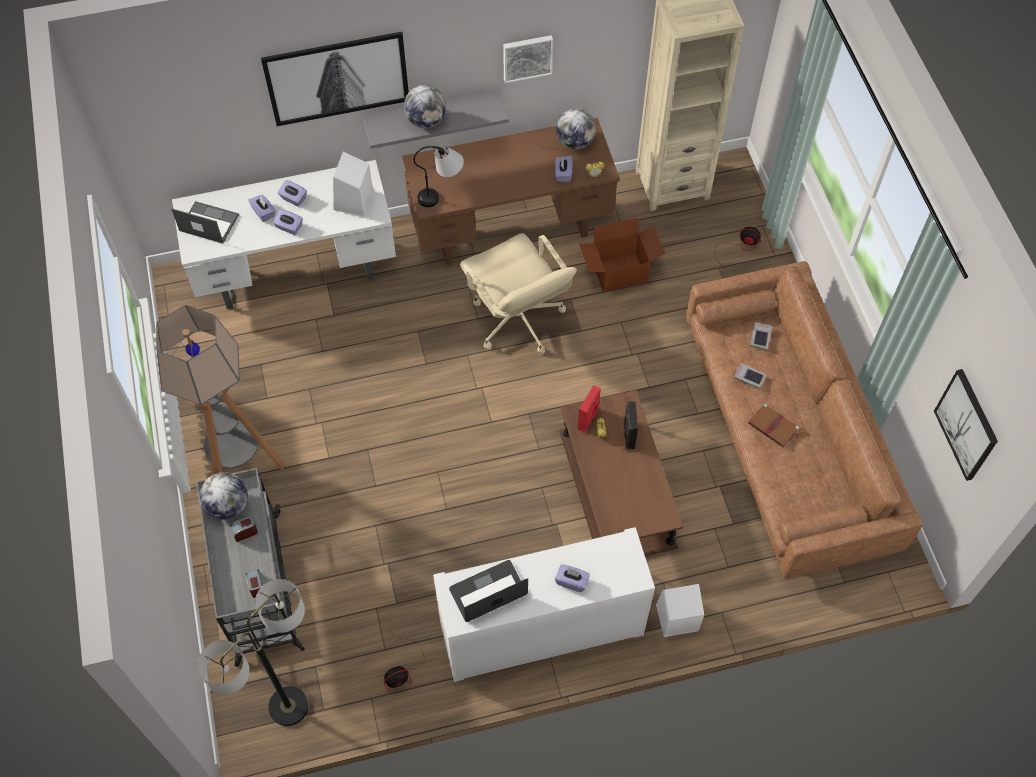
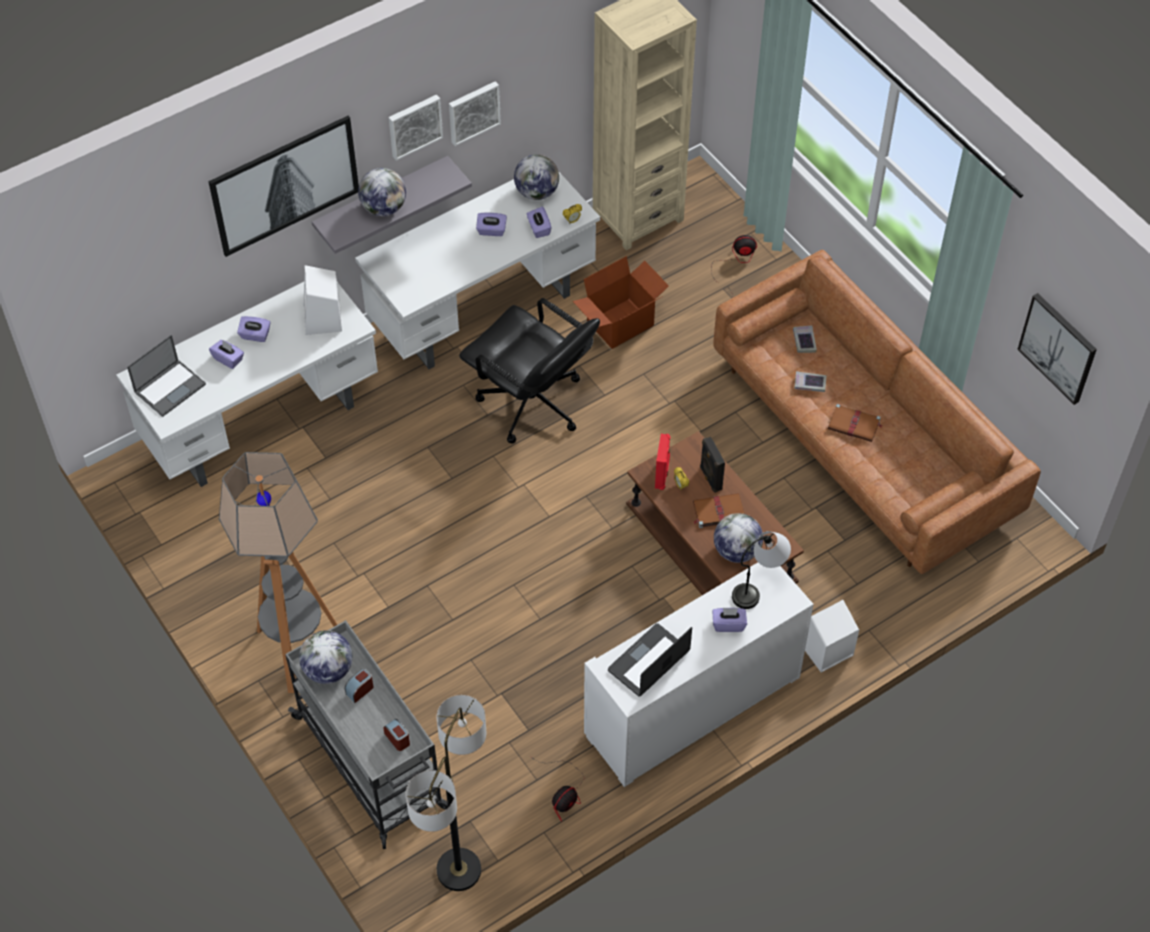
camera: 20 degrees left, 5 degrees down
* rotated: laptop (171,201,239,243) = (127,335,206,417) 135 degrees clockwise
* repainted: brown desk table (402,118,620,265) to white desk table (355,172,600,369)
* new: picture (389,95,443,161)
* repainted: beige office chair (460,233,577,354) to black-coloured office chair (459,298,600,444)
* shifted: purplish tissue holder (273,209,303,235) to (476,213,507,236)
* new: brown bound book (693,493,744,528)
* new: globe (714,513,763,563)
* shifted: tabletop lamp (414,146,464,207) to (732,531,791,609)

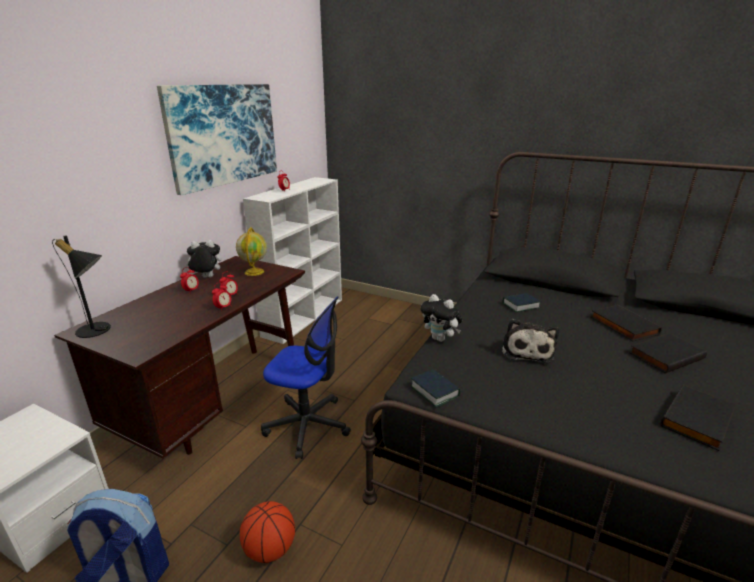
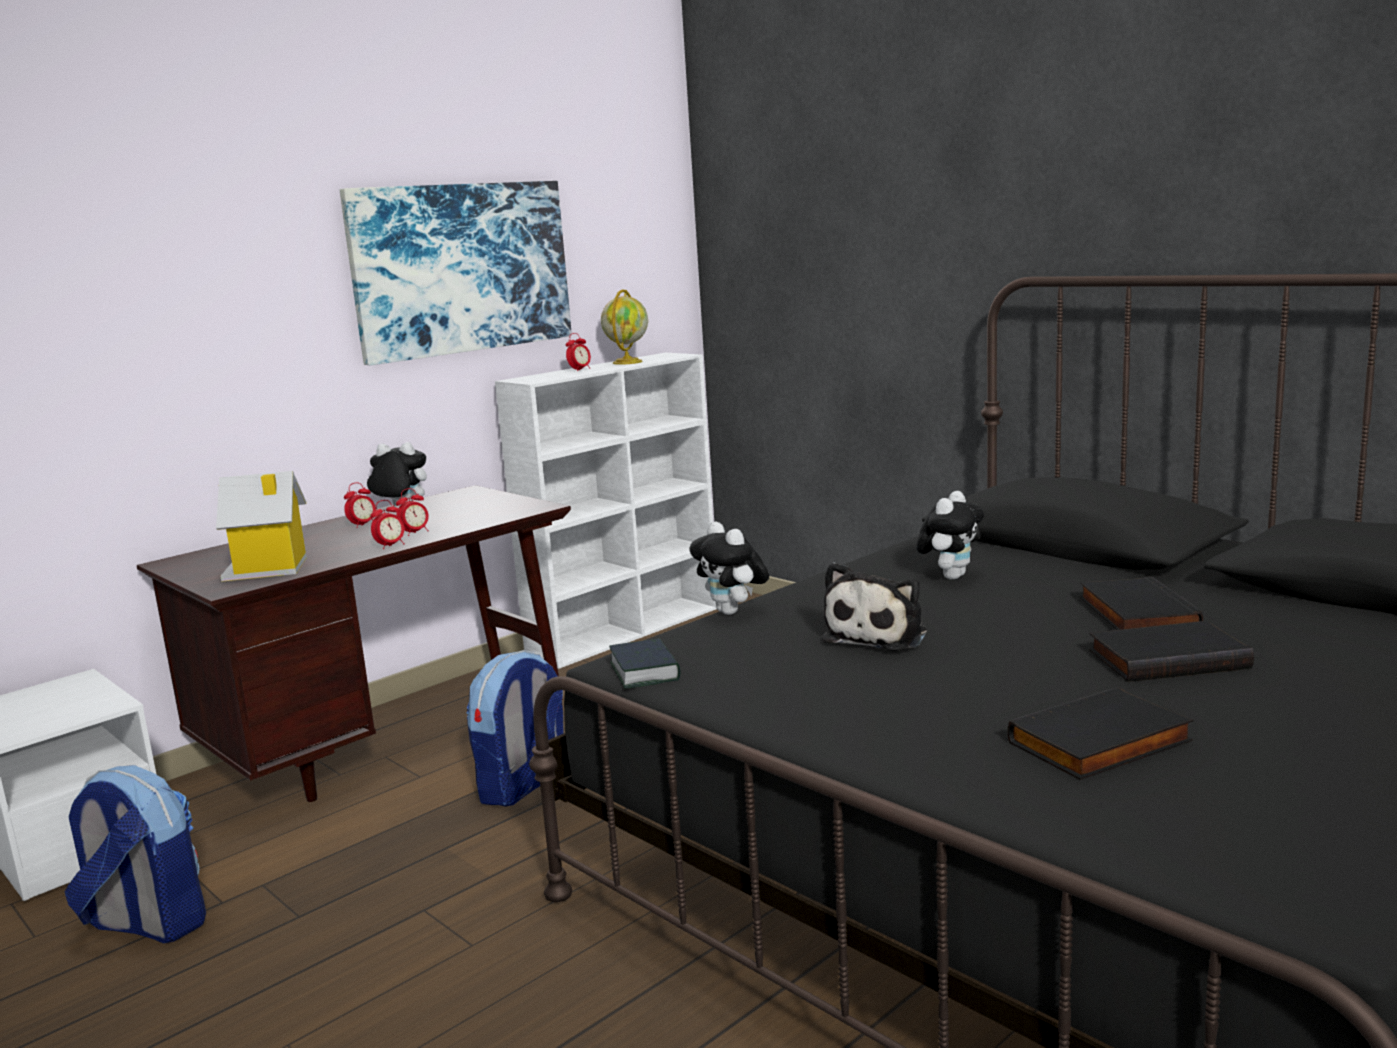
camera: 20 degrees right, 10 degrees down
* new: toy house (216,471,307,582)
* swapped: office chair (261,296,351,459) to rucksack (467,650,563,807)
* shifted: globe (236,227,267,276) to (601,289,648,365)
* swapped: bound book (503,293,541,312) to plush toy (916,491,984,580)
* gone: black-coloured tabletop lamp (52,235,111,338)
* gone: basketball (240,501,295,563)

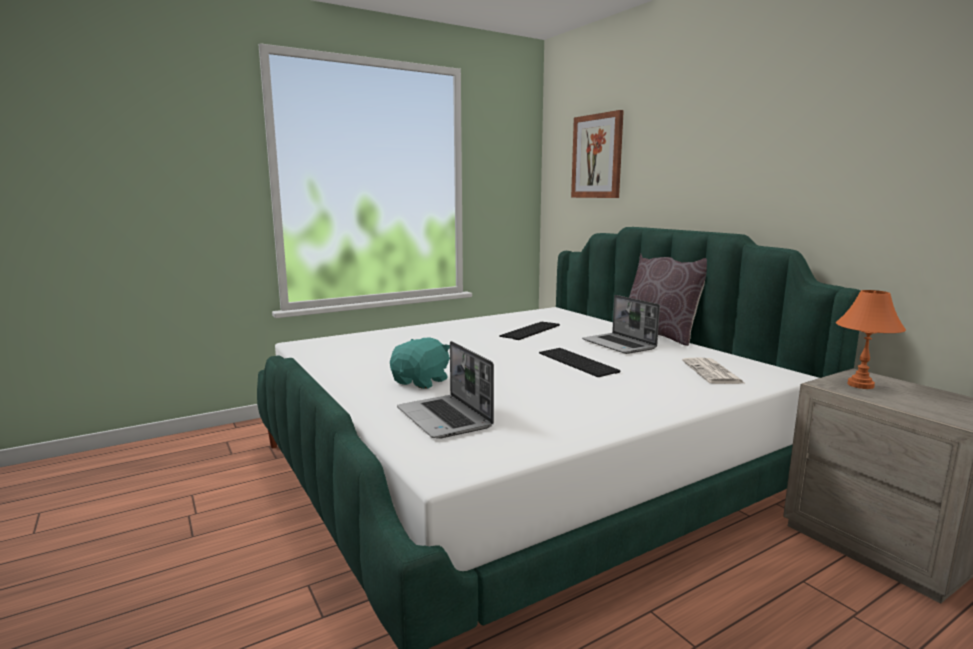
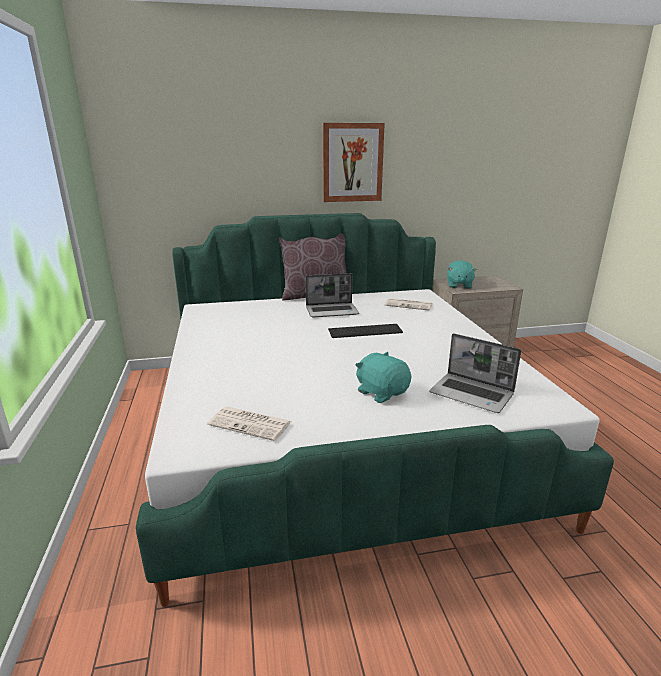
camera: 70 degrees left, 10 degrees up
* new: newspaper (207,407,291,441)
* shifted: picture (571,110,624,198) to (323,123,385,202)
* rotated: laptop (397,341,494,439) = (429,333,521,413) 45 degrees clockwise
* swapped: orange-coloured tabletop lamp (836,290,906,389) to blue-green plush toy (447,260,477,289)
* gone: PC keyboard (499,322,560,340)

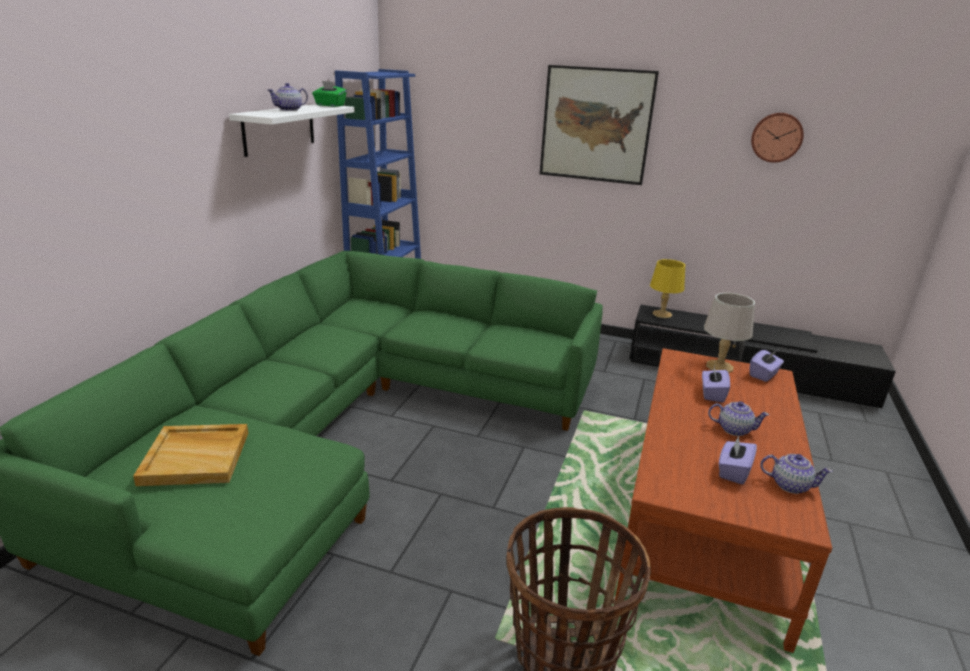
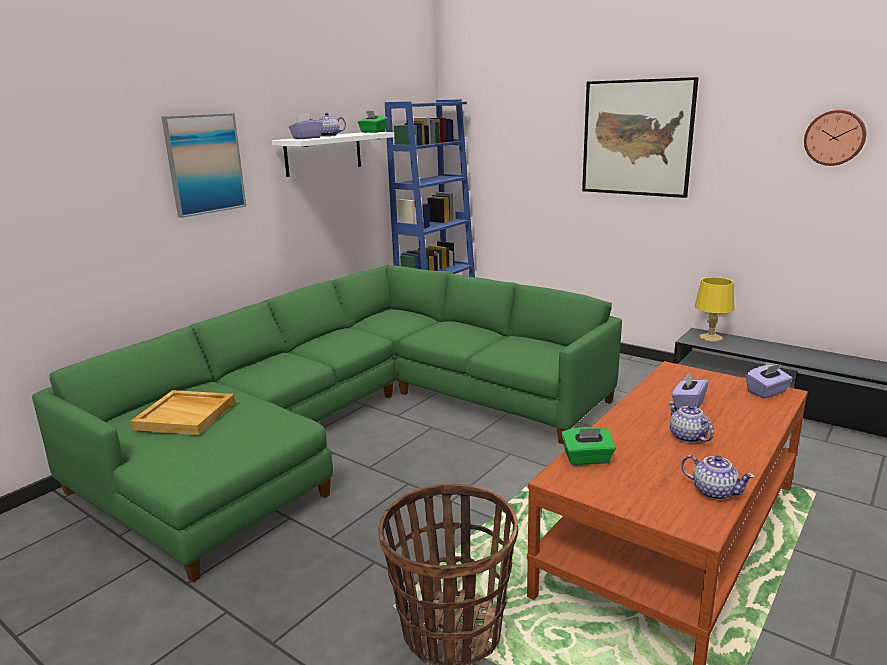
camera: 20 degrees right, 5 degrees down
* new: picture (161,113,247,218)
* shifted: purplish tissue holder (719,436,757,484) to (289,114,323,139)
* new: green-coloured tissue holder (562,427,616,465)
* rotated: pot for tea (708,401,769,436) = (668,401,714,443) 150 degrees counterclockwise
* gone: grey tabletop lamp (704,293,755,373)

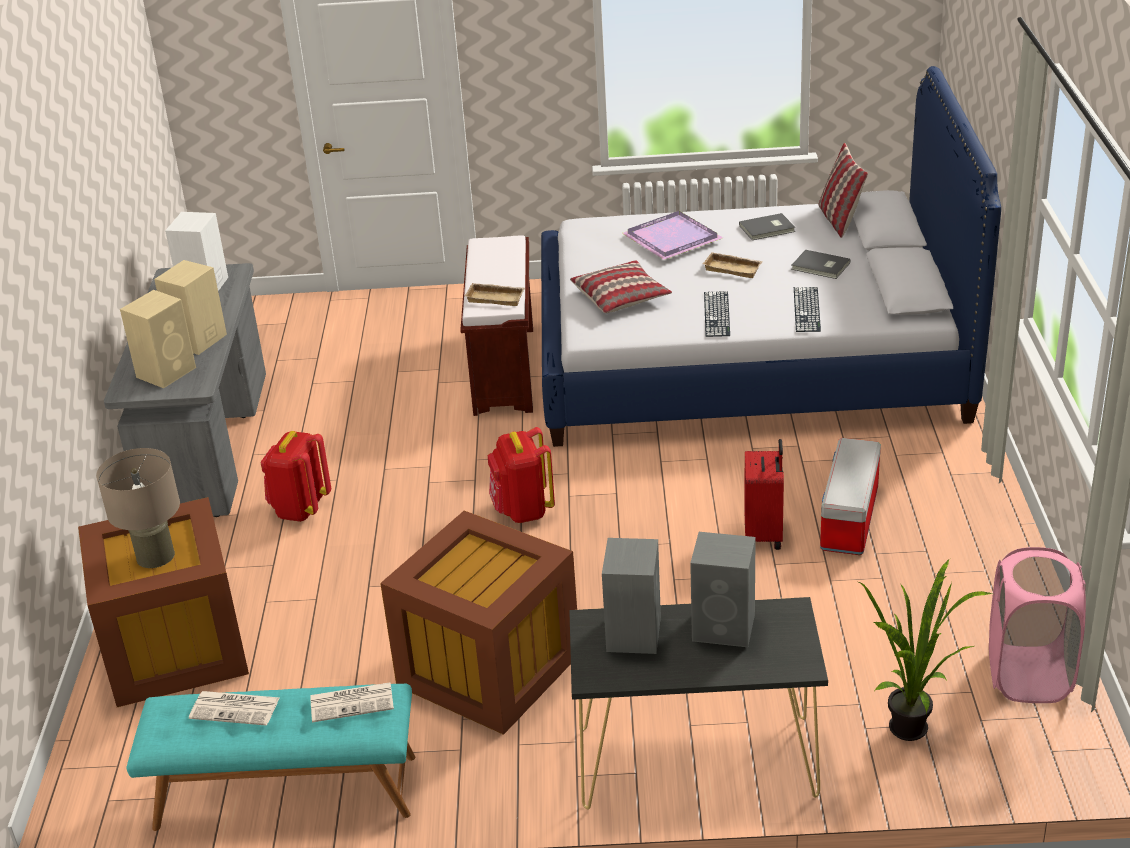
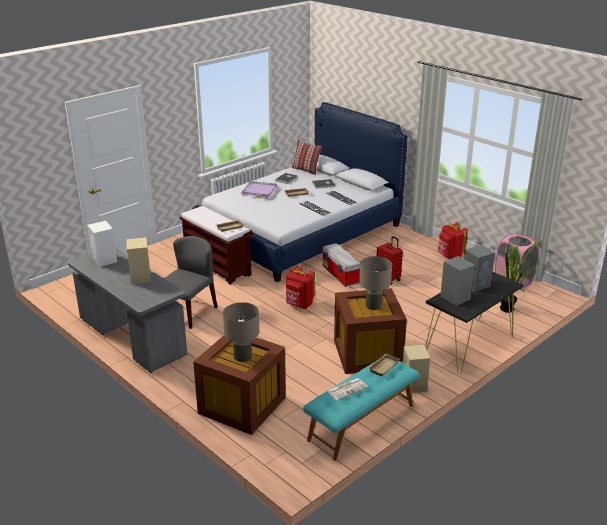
camera: 45 degrees left, 5 degrees down
* new: grey plain chair (164,236,217,329)
* shifted: storage box (820,438,881,555) to (322,243,360,287)
* new: beige tabletop lamp (359,256,392,310)
* swapped: newspaper (310,682,394,722) to beige tray (368,354,400,376)
* shifted: beige speaker (120,290,196,388) to (403,345,430,393)
* shifted: red rucksack (260,431,331,522) to (437,222,468,259)
* gone: cushion (570,260,672,313)

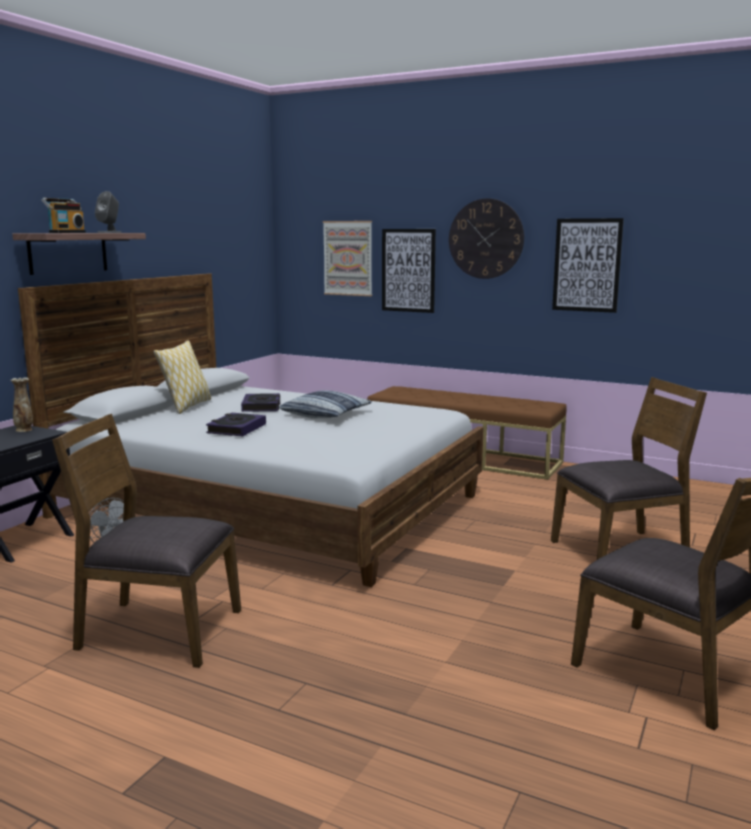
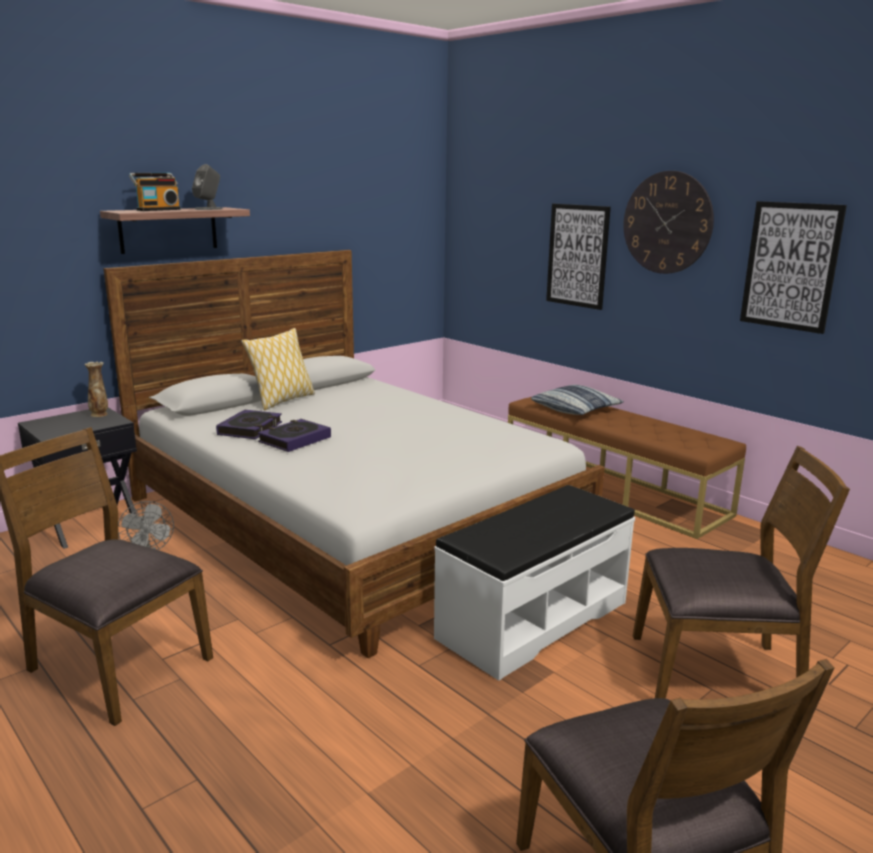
camera: 20 degrees right, 5 degrees up
* shifted: bound book (241,393,280,412) to (216,410,282,439)
* new: white long seat (434,485,635,681)
* shifted: cushion (279,391,372,418) to (531,385,624,415)
* gone: picture (323,221,372,296)

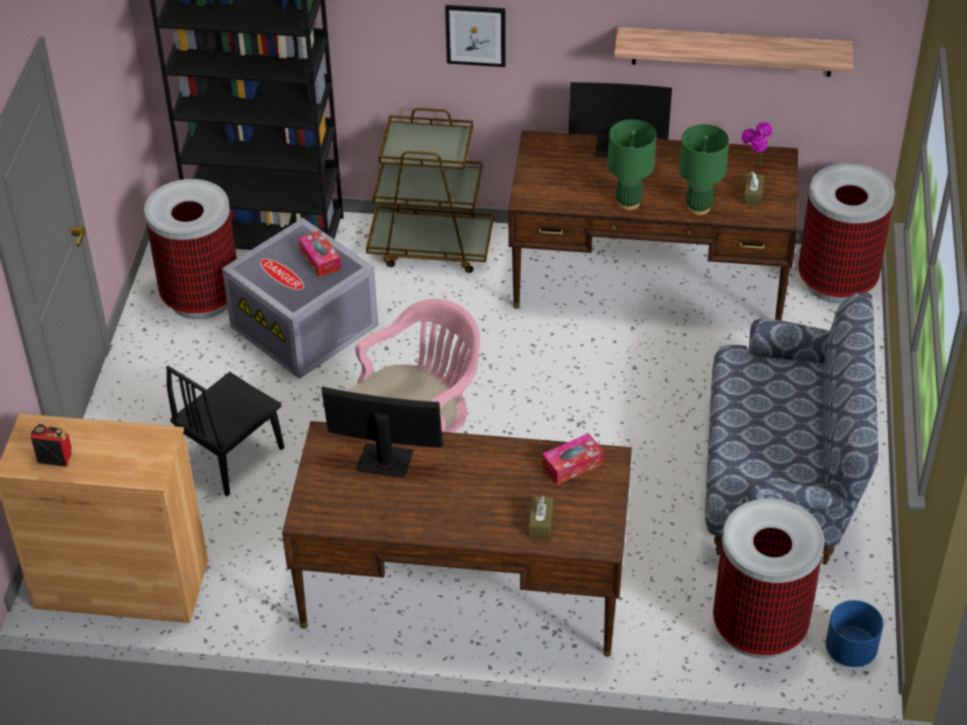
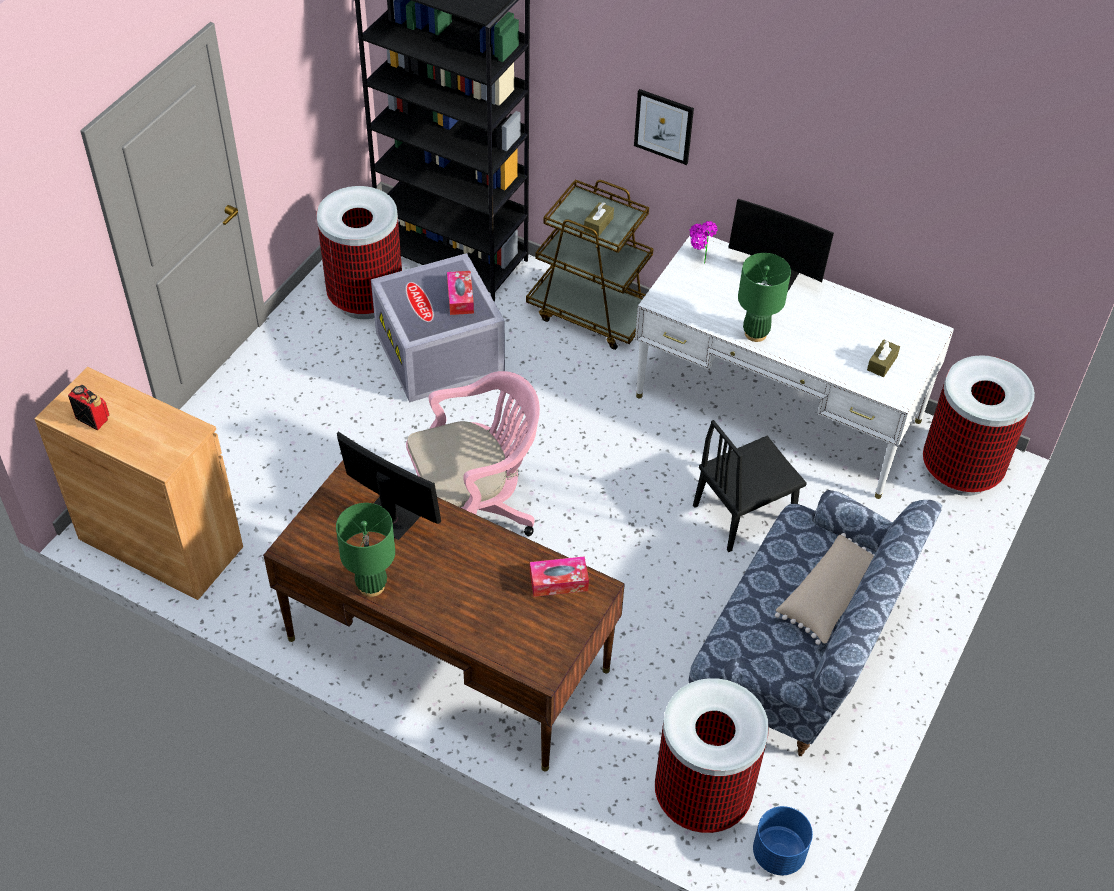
camera: 20 degrees right, 5 degrees up
* shifted: green-coloured tabletop lamp (679,124,729,215) to (336,503,395,597)
* shifted: brown tissue holder (528,496,553,538) to (584,202,614,236)
* repainted: brown desk table (508,130,798,320) to white desk table (635,233,954,499)
* shifted: houseplant (741,122,773,167) to (689,221,718,264)
* shifted: black-coloured plain chair (166,366,284,496) to (693,420,807,552)
* new: beige cushion (775,533,875,645)
* gone: bracket shelf (614,27,853,77)

